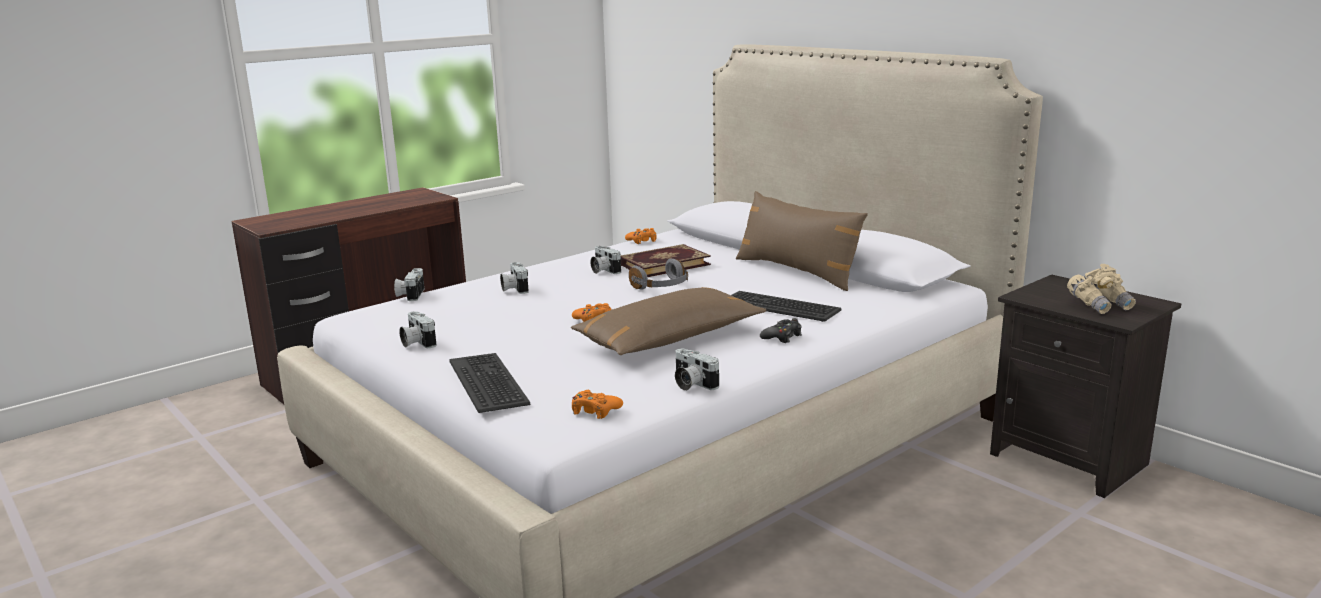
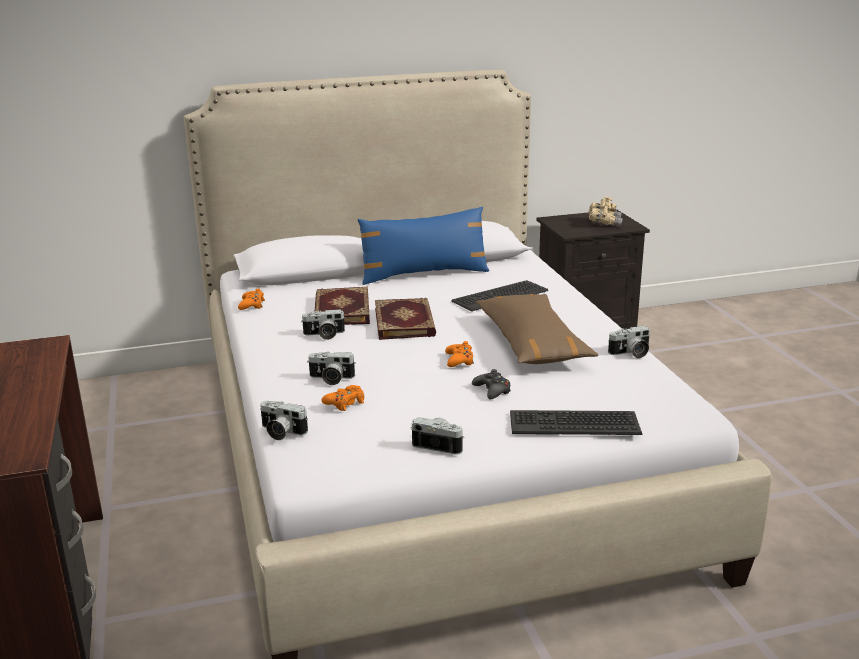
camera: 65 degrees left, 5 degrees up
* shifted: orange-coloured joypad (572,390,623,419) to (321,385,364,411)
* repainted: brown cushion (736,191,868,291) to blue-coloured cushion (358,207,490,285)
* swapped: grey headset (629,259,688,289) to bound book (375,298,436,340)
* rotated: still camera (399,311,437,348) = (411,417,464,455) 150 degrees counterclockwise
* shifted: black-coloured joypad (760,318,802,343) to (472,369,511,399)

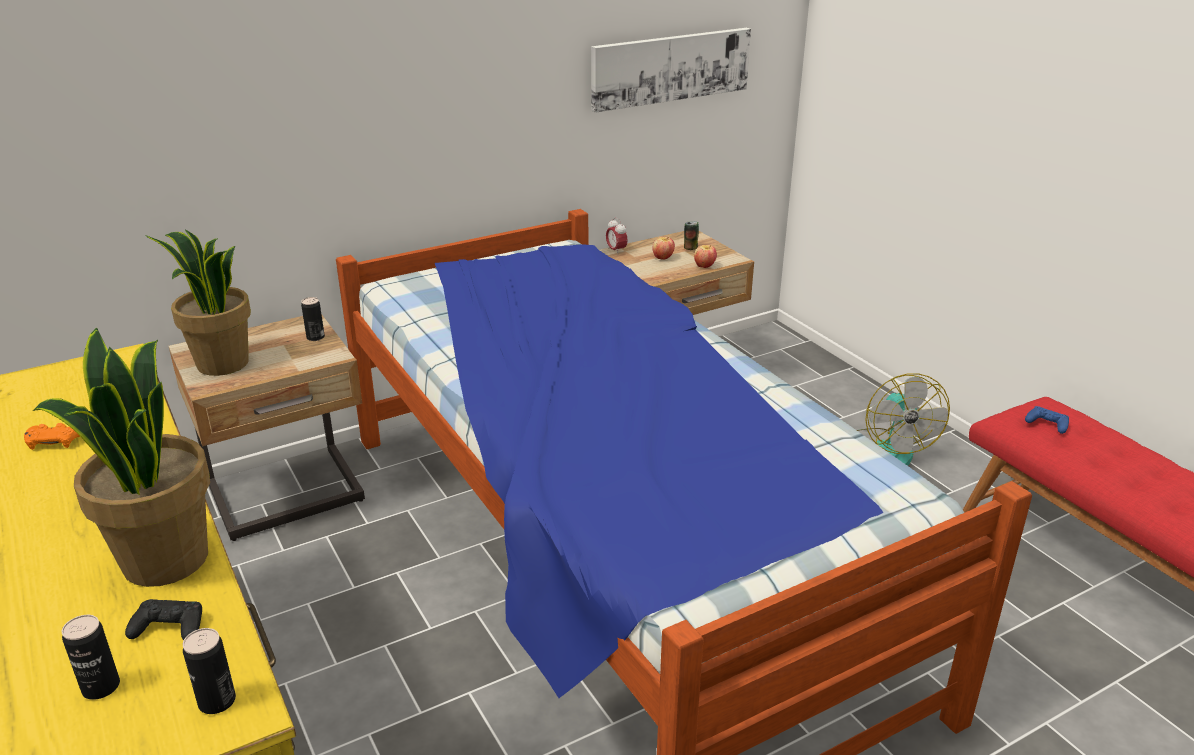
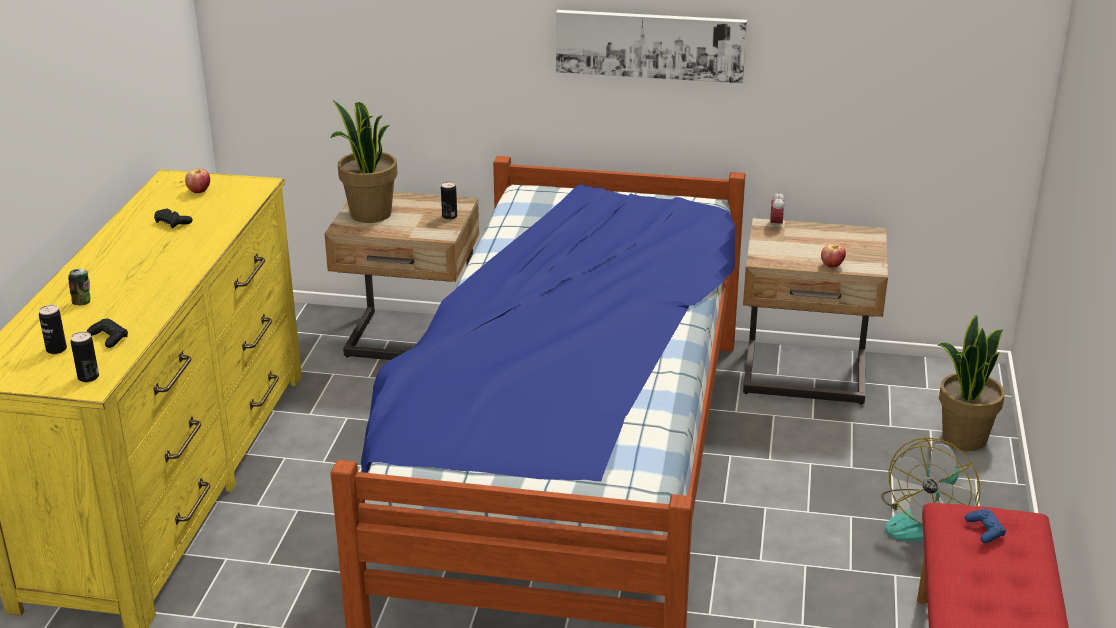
camera: 40 degrees right, 0 degrees up
* shifted: can (684,221,699,250) to (68,269,90,305)
* repainted: orange-coloured joypad (24,423,80,450) to black-coloured joypad (154,209,193,229)
* shifted: apple (652,236,675,260) to (185,168,210,193)
* shifted: picture (591,28,751,113) to (556,10,747,83)
* shifted: houseplant (33,328,210,587) to (938,315,1005,451)

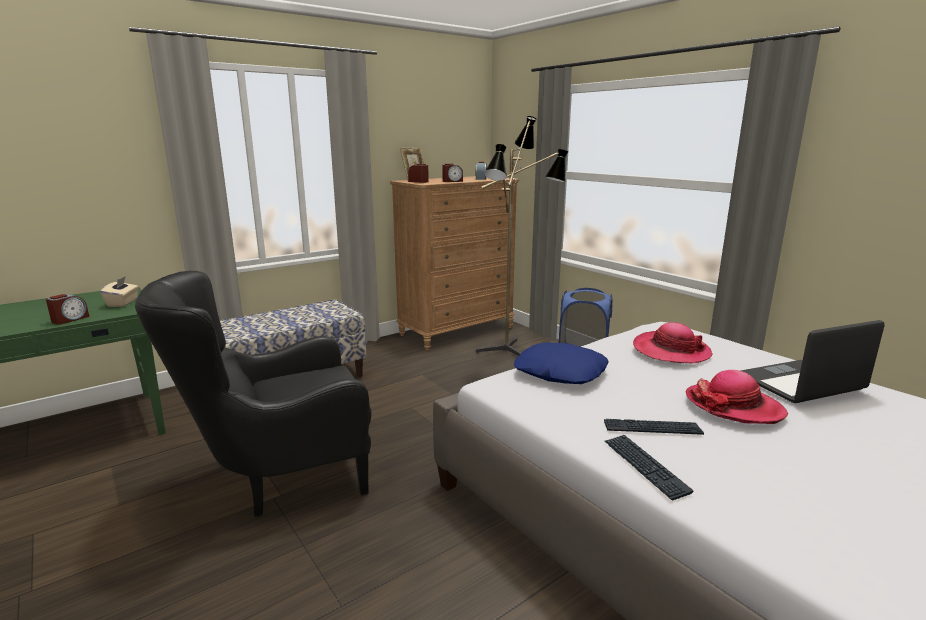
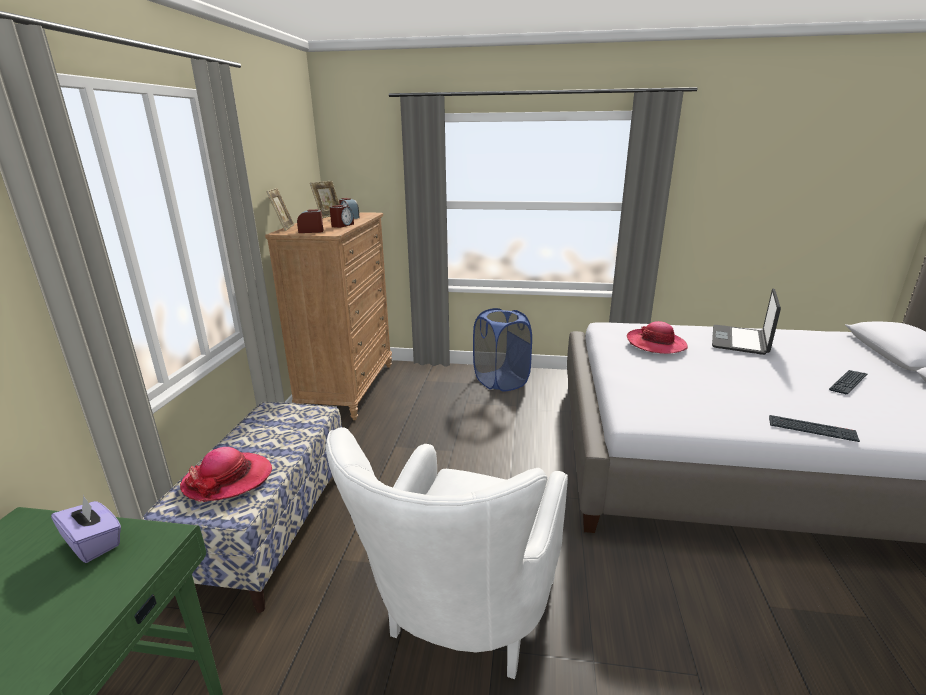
camera: 45 degrees left, 5 degrees up
* repainted: beige tissue holder (100,276,139,307) to purplish tissue holder (51,495,121,563)
* shifted: hat (686,370,788,424) to (180,447,272,502)
* new: picture frame (310,181,340,218)
* repainted: black-coloured lounge chair (135,271,372,517) to white lounge chair (326,427,568,679)
* shifted: PC keyboard (604,419,704,435) to (829,370,867,394)
* gone: bedside clock (46,294,89,325)
* gone: standard lamp (476,116,568,356)
* gone: blue-coloured cushion (514,343,609,384)

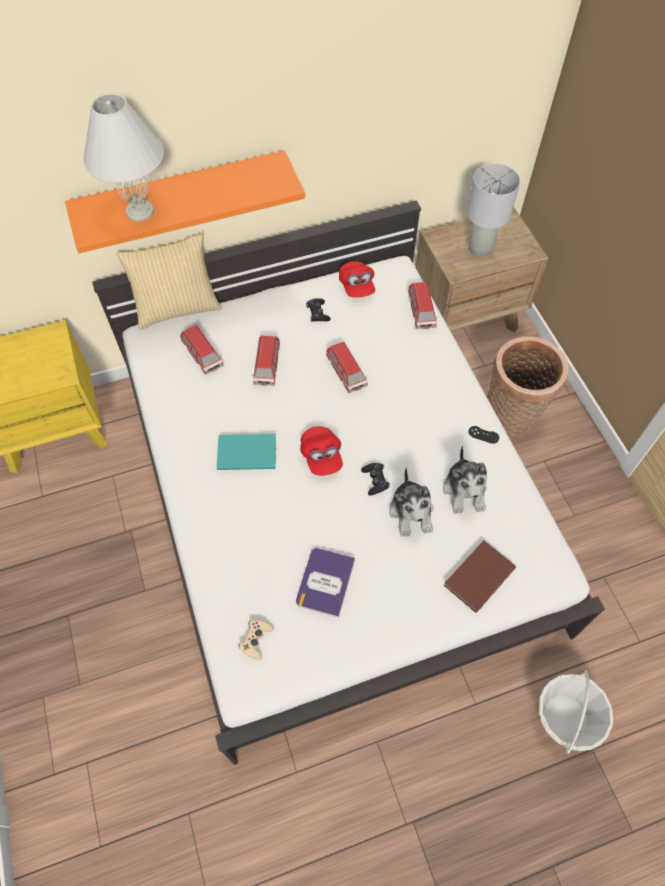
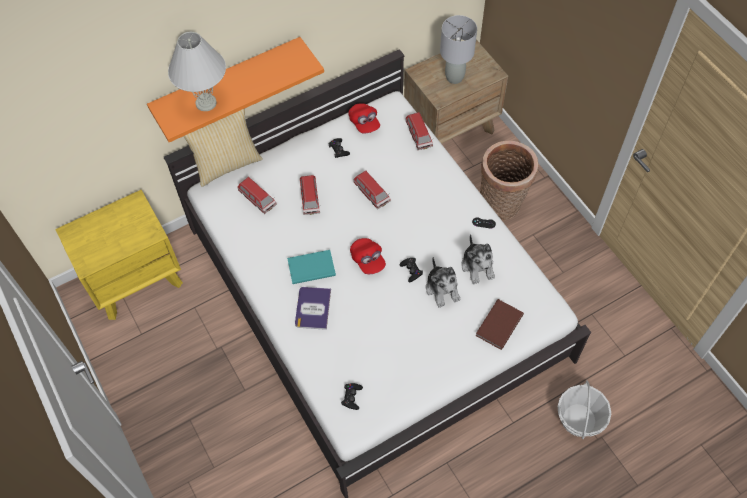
camera: 10 degrees left, 0 degrees up
* shifted: bound book (296,548,355,618) to (295,287,331,330)
* repainted: beige joypad (238,620,274,660) to black-coloured joypad (341,383,363,410)

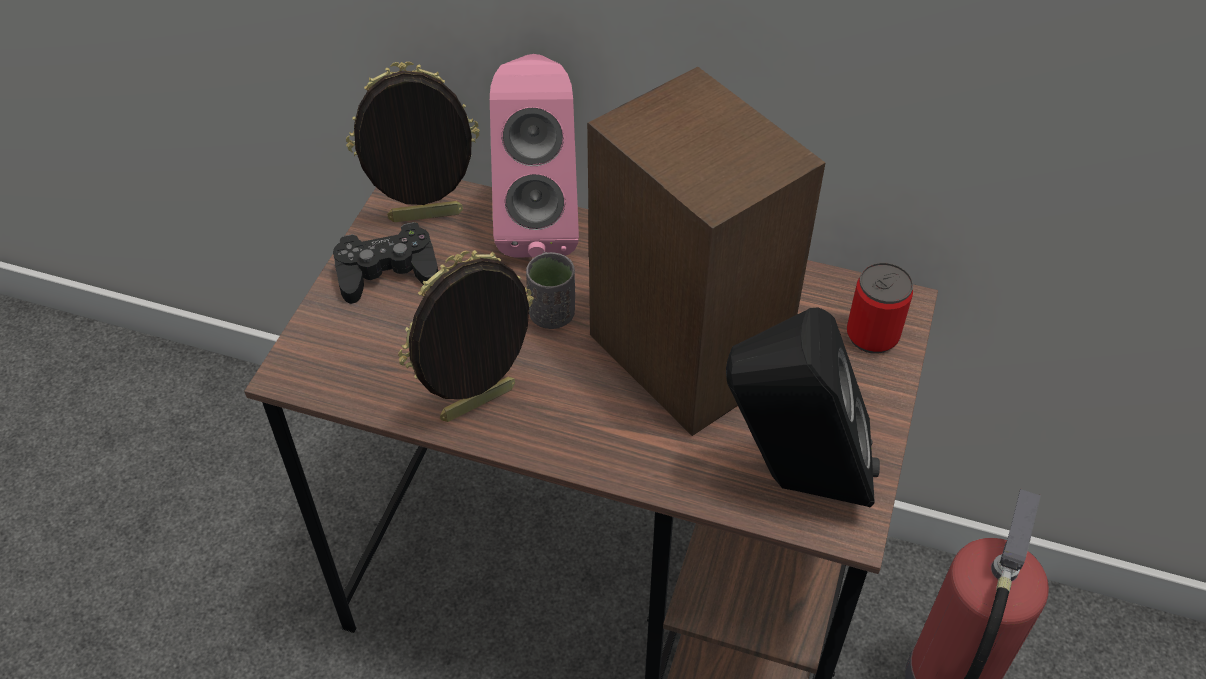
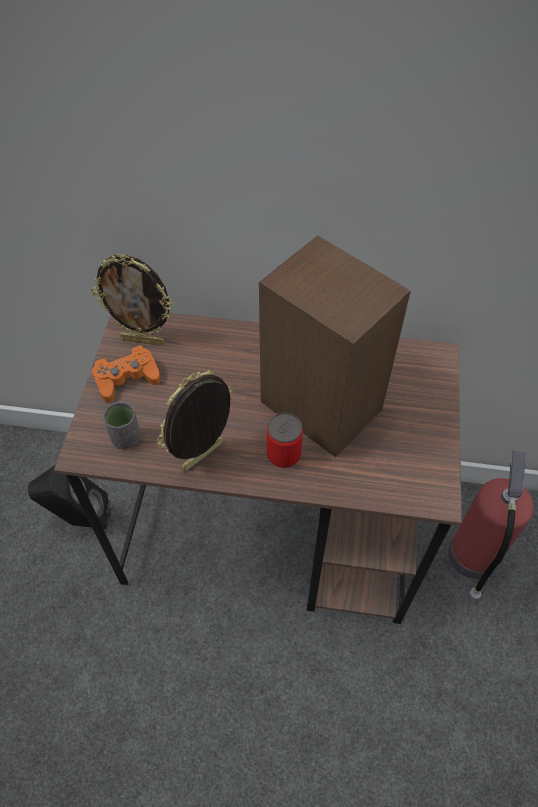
camera: 10 degrees left, 5 degrees up
* shifted: black-coloured speaker (726,307,880,507) to (28,465,111,529)
* rotated: picture frame (346,62,479,222) = (91,254,173,346) 150 degrees counterclockwise
* repainted: black-coloured joypad (333,222,438,304) to orange-coloured joypad (92,345,160,403)
* shifted: grey small cup (526,252,575,329) to (103,402,141,449)
* shifted: can (847,263,913,354) to (267,413,303,468)
* gone: pink speaker (490,54,579,257)

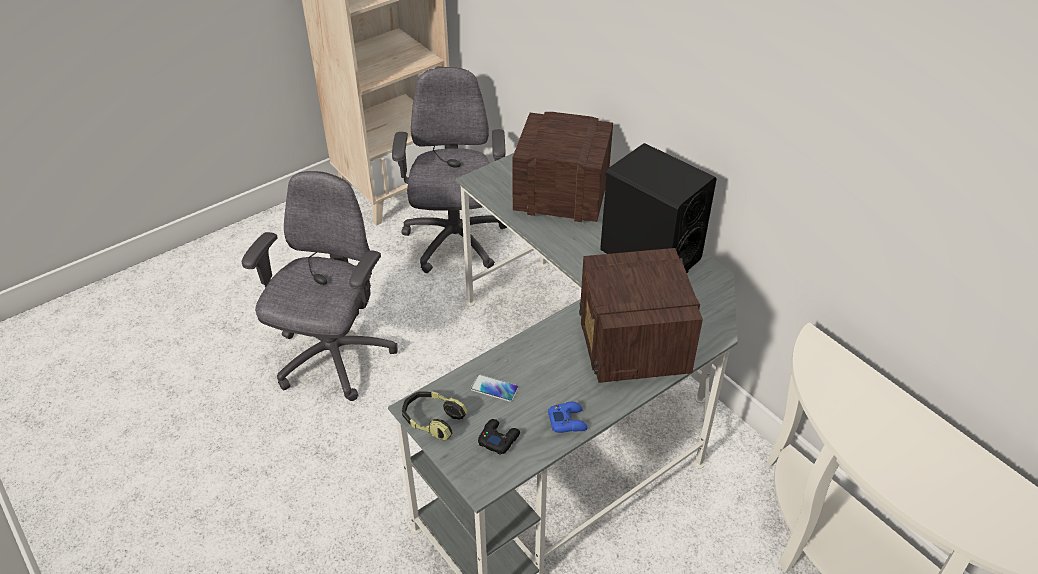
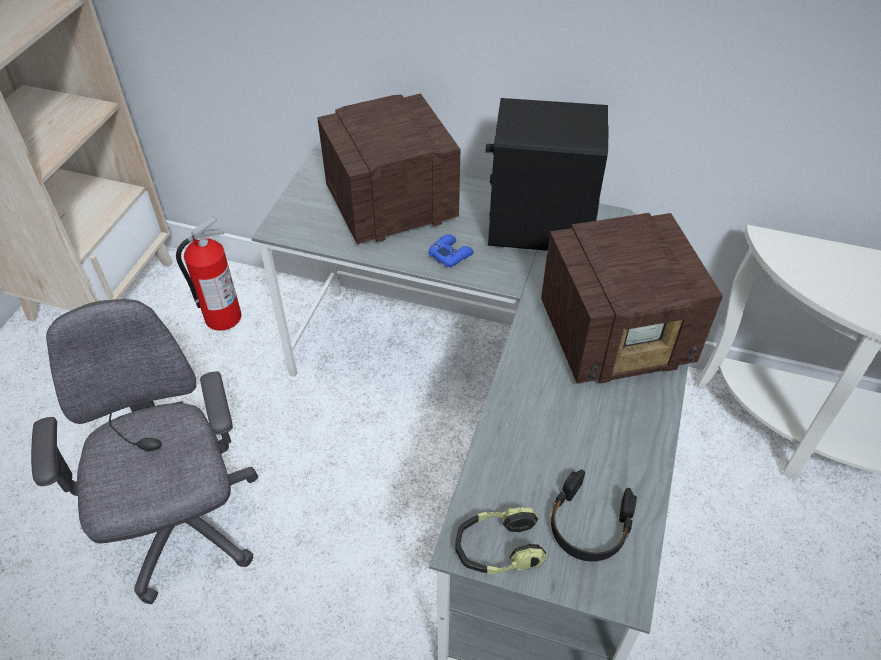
camera: 35 degrees left, 5 degrees up
* swapped: grey office chair (392,67,507,273) to extinguisher (176,216,241,331)
* shifted: blue-coloured joypad (548,402,588,433) to (429,234,474,267)
* rotated: radio set (579,248,703,383) = (541,213,723,384) 60 degrees counterclockwise
* swapped: black-coloured joypad (478,419,520,454) to black-coloured headset (551,469,637,562)
* gone: handset (470,374,519,402)

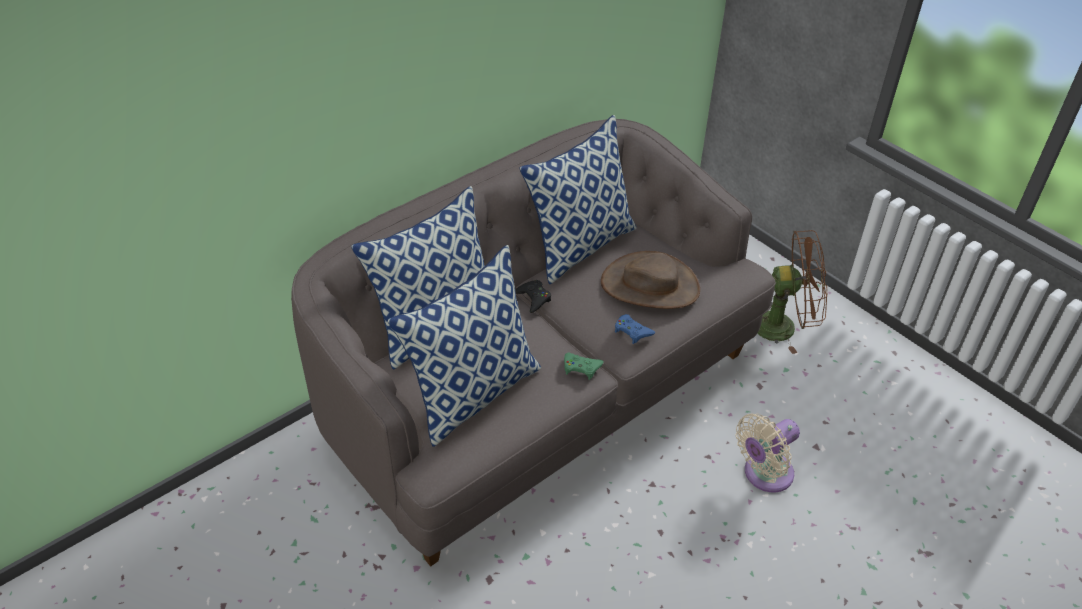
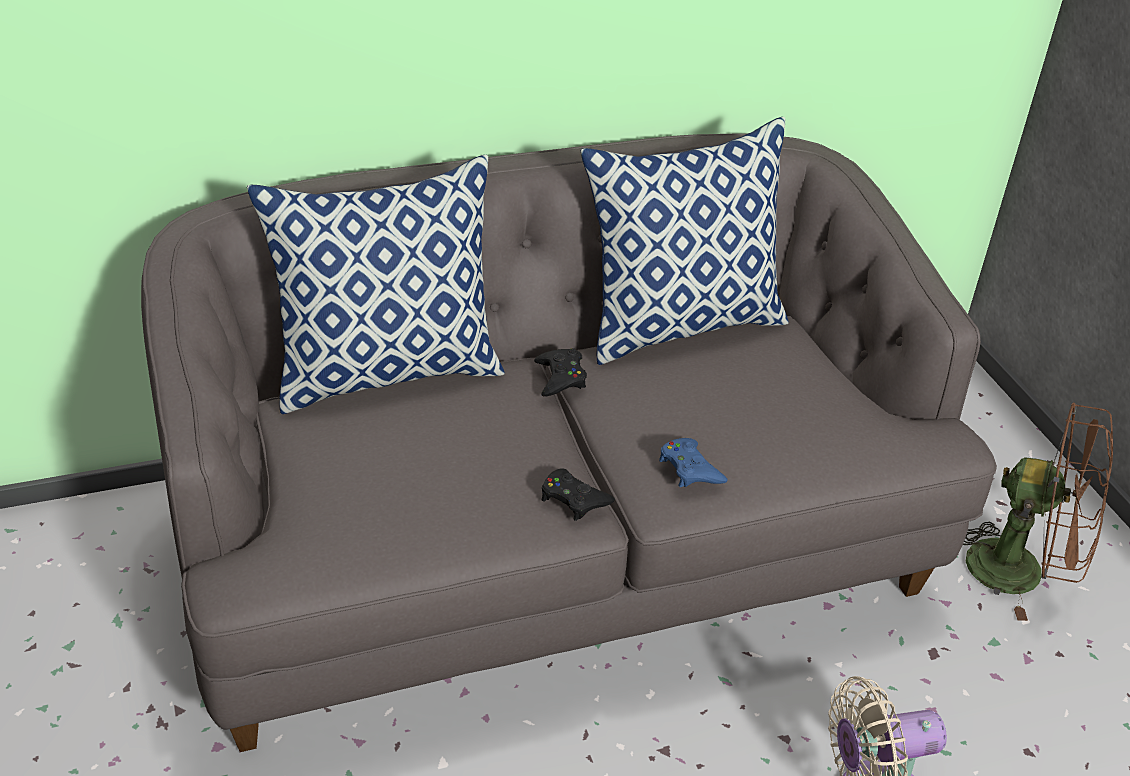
camera: 20 degrees right, 5 degrees down
* repainted: green-coloured joypad (564,352,603,380) to black-coloured joypad (542,468,615,521)
* gone: cushion (387,245,541,447)
* gone: brown hat (601,251,700,309)

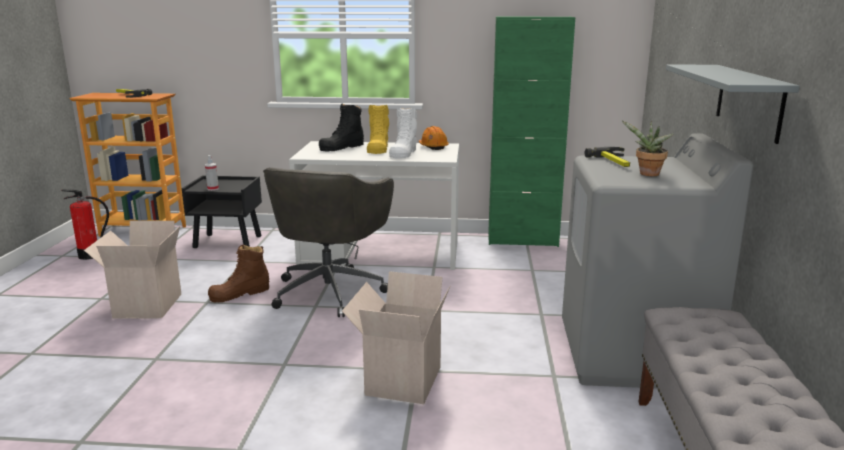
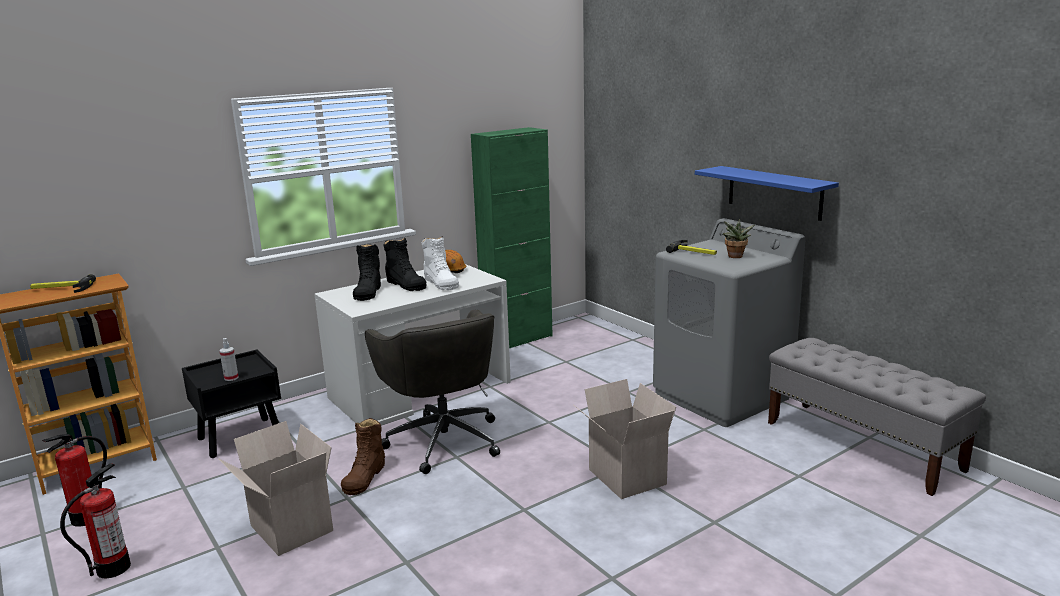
camera: 40 degrees left, 0 degrees up
* new: extinguisher (60,463,131,578)
* repainted: yellow tall boot (367,105,389,154) to black-coloured tall boot (384,238,426,291)
* repainted: grey bracket shelf (666,64,800,144) to blue-coloured bracket shelf (695,166,839,221)

